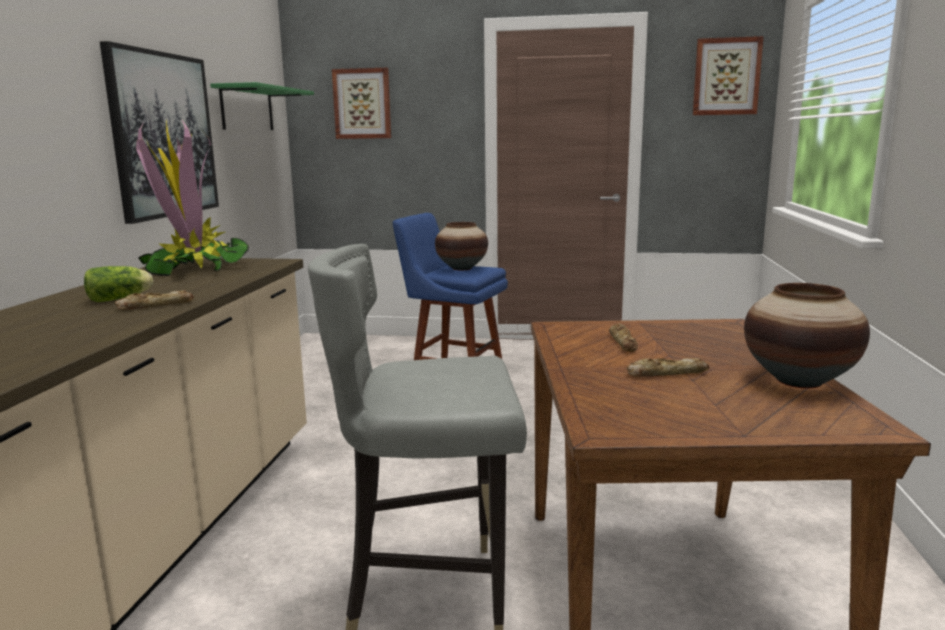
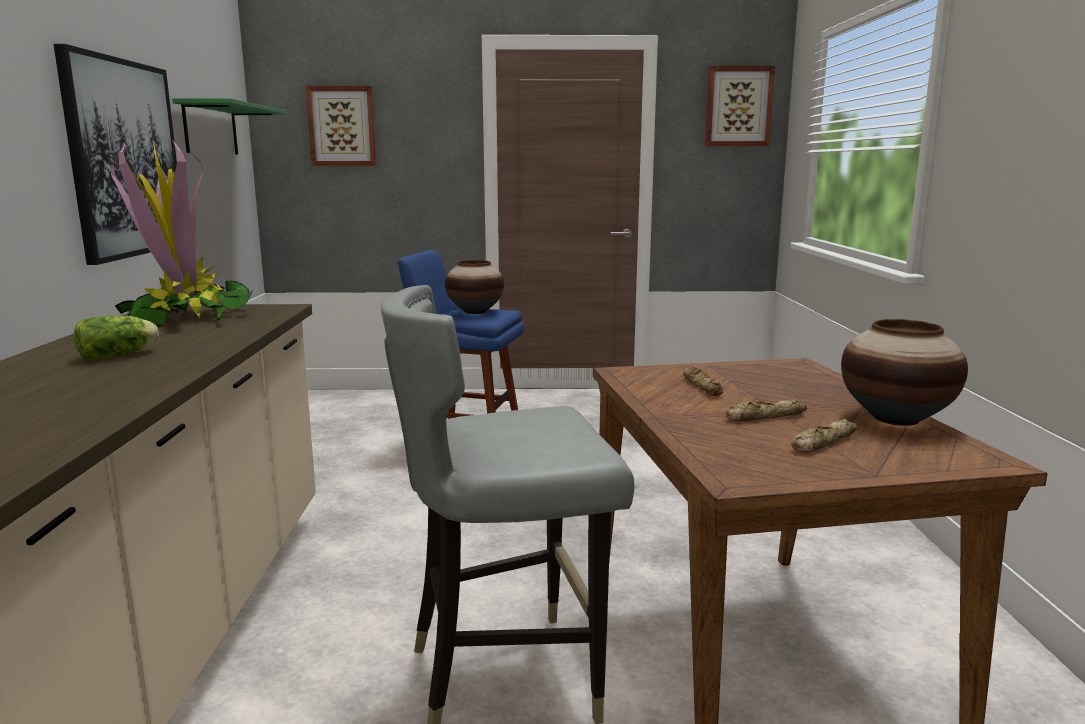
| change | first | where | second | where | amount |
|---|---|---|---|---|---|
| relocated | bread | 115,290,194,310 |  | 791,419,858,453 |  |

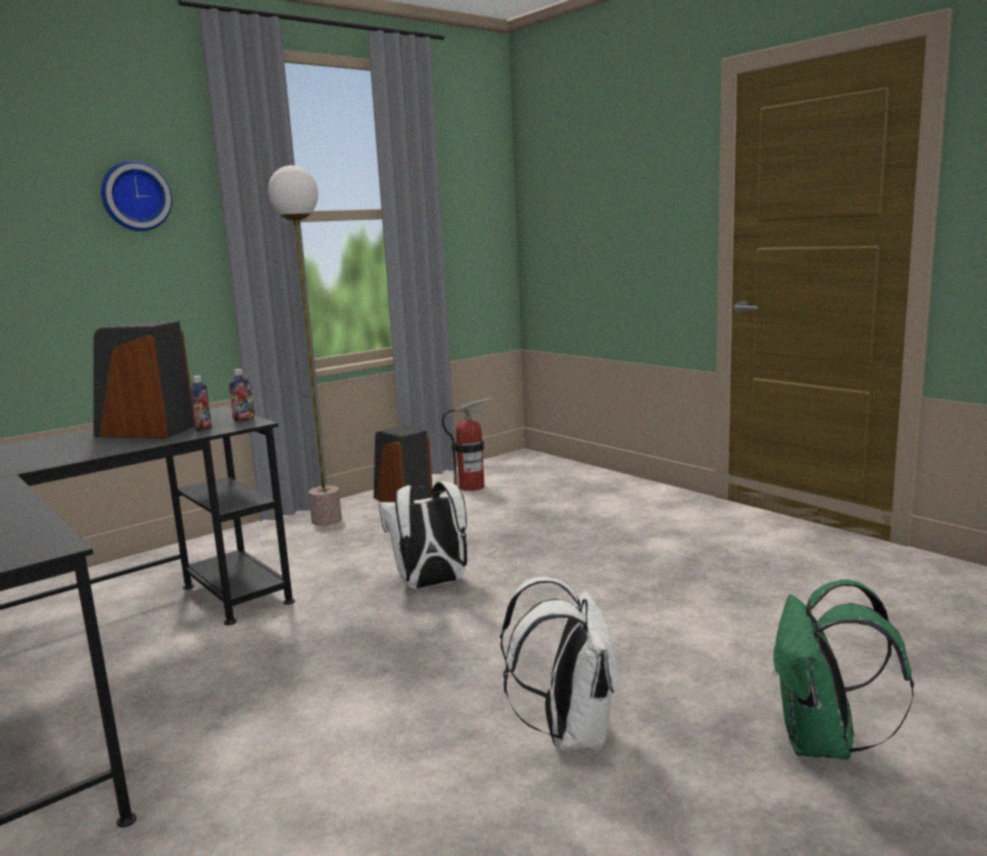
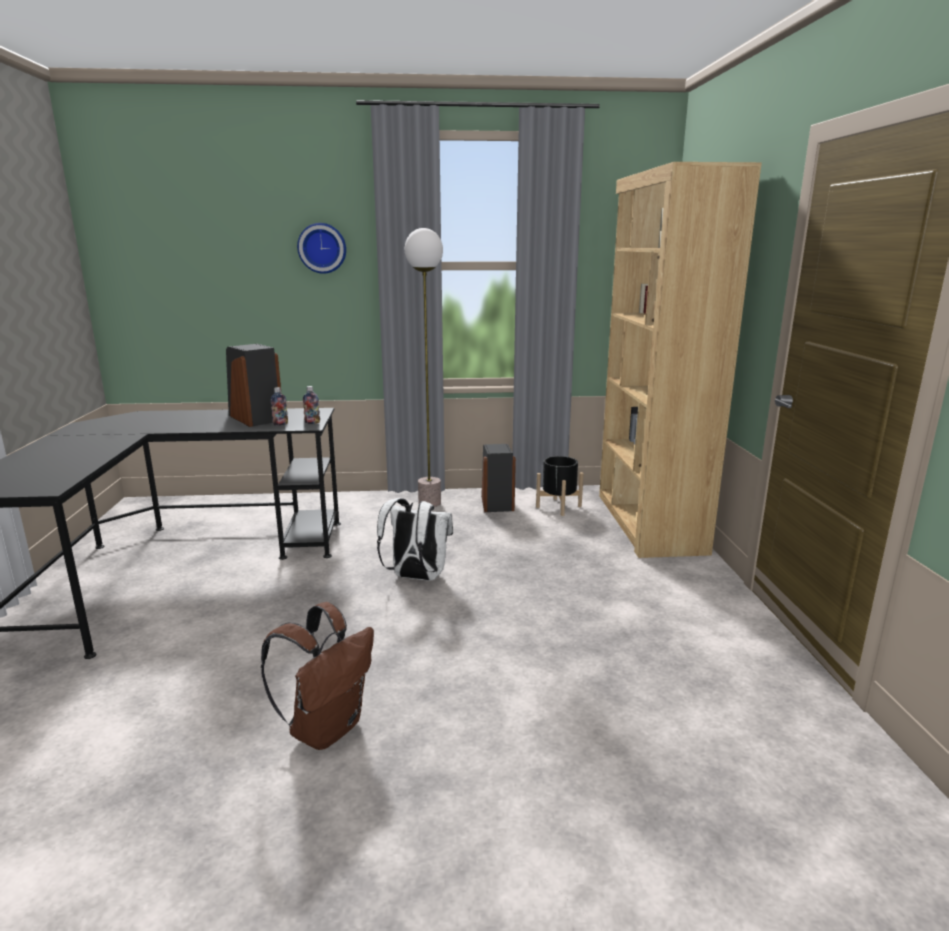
| change | first | where | second | where | amount |
|---|---|---|---|---|---|
| exchanged | fire extinguisher | 442,398,492,491 | black-coloured flower pot | 536,456,584,516 |  |
| colour | white backpack | 500,577,618,752 | brownish backpack | 261,602,374,750 |  |
| missing | green backpack | 773,580,914,760 |  |  |  |
| appeared |  |  | brownish bookcase | 599,162,762,558 |  |

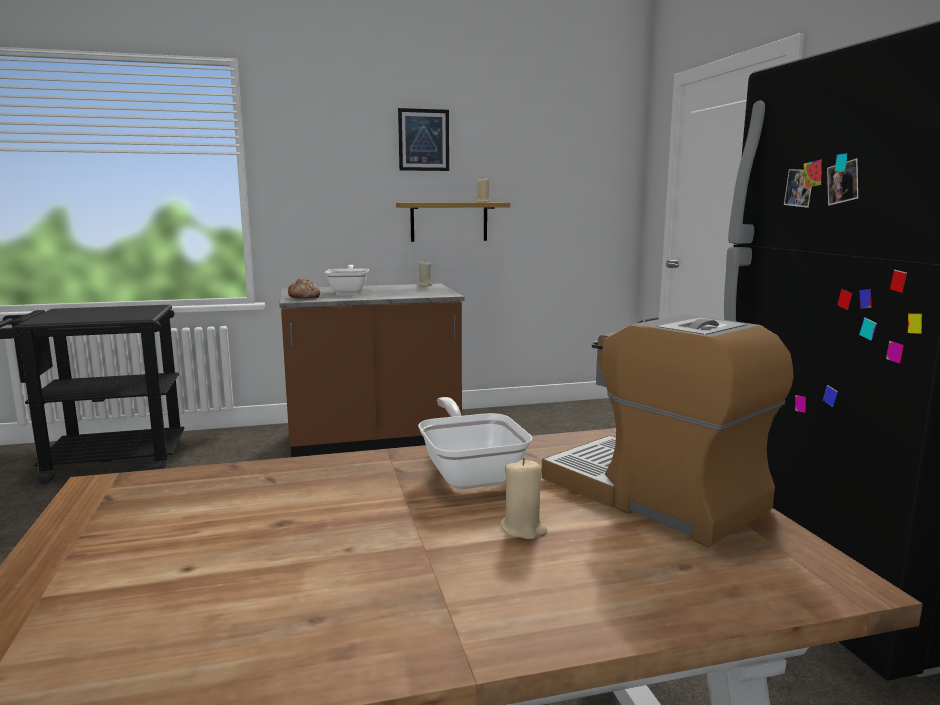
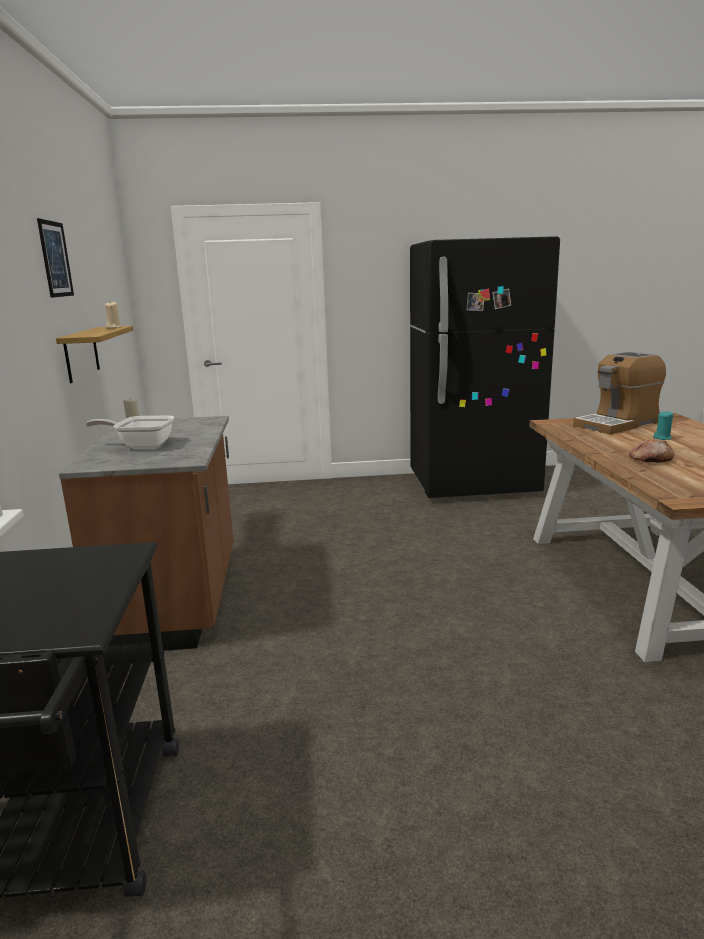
| change | first | where | second | where | amount |
|---|---|---|---|---|---|
| relocated | bread | 288,279,320,299 |  | 629,440,675,462 |  |
| missing | frying pan | 418,397,533,489 |  |  |  |
| colour | sand-coloured candle | 500,458,547,539 | turquoise candle | 653,411,673,440 |  |

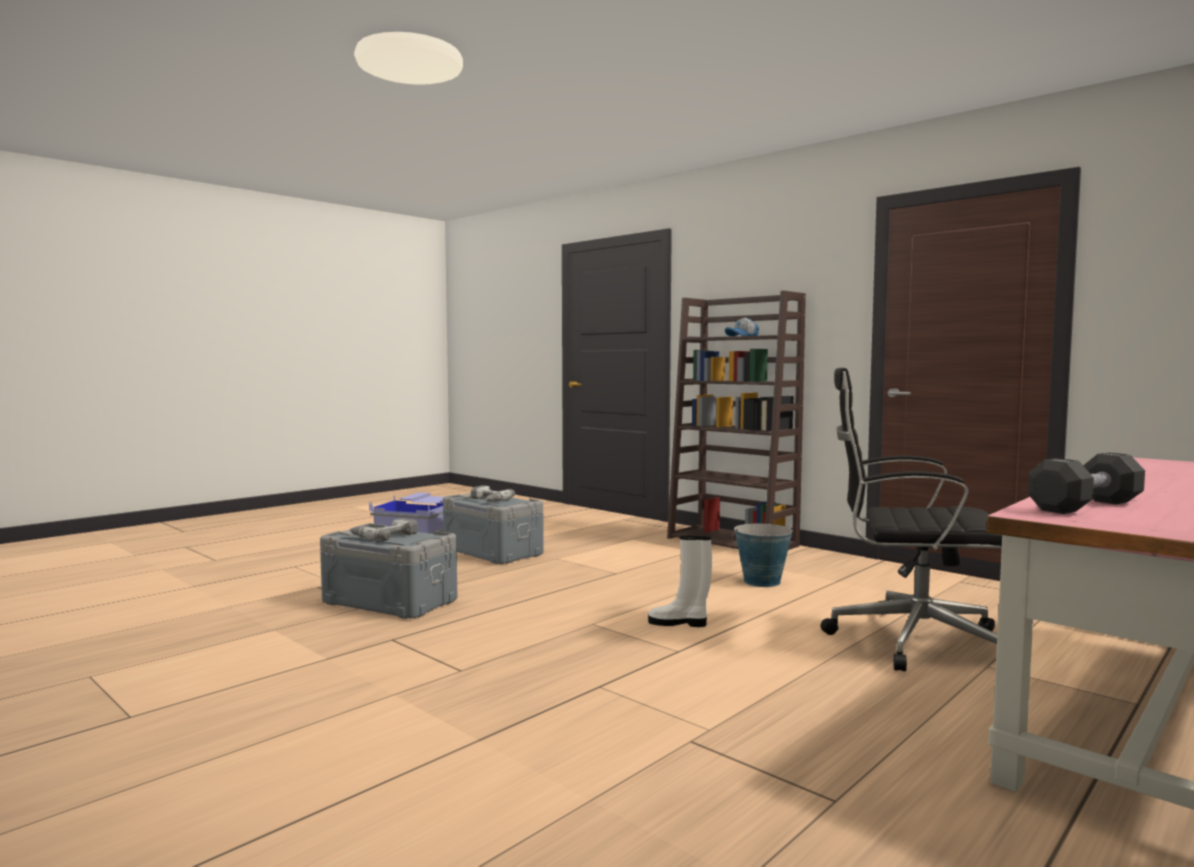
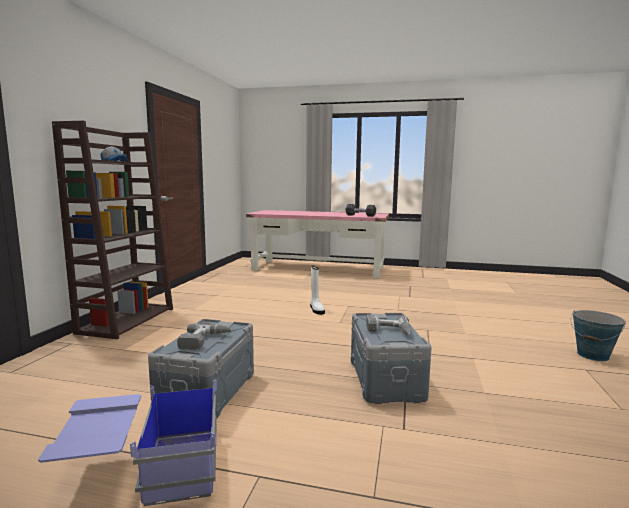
| change | first | where | second | where | amount |
|---|---|---|---|---|---|
| relocated | bucket | 732,524,793,587 |  | 571,310,626,361 |  |
| missing | black-coloured office chair | 820,368,1002,671 |  |  |  |

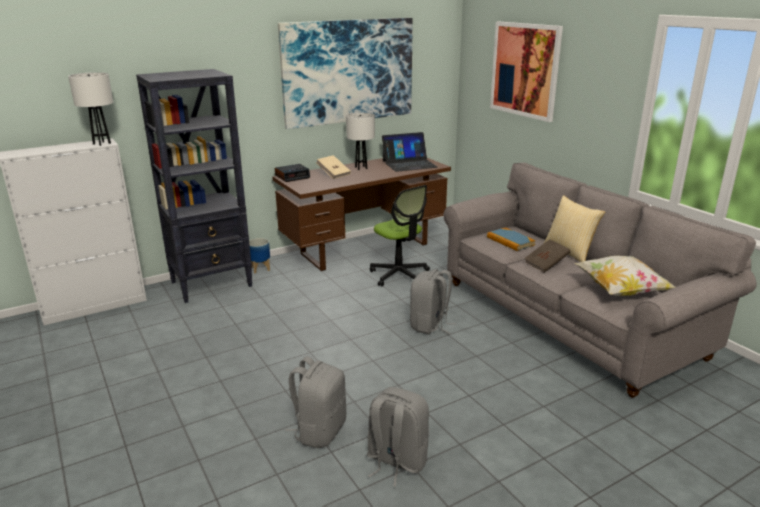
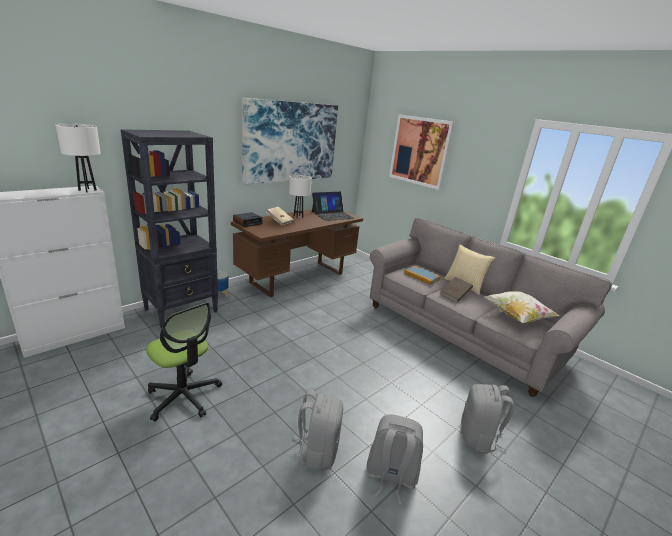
| change | first | where | second | where | amount |
|---|---|---|---|---|---|
| relocated | office chair | 370,185,430,286 |  | 146,302,222,421 |  |
| relocated | greyish backpack | 410,269,457,334 |  | 461,384,514,454 |  |

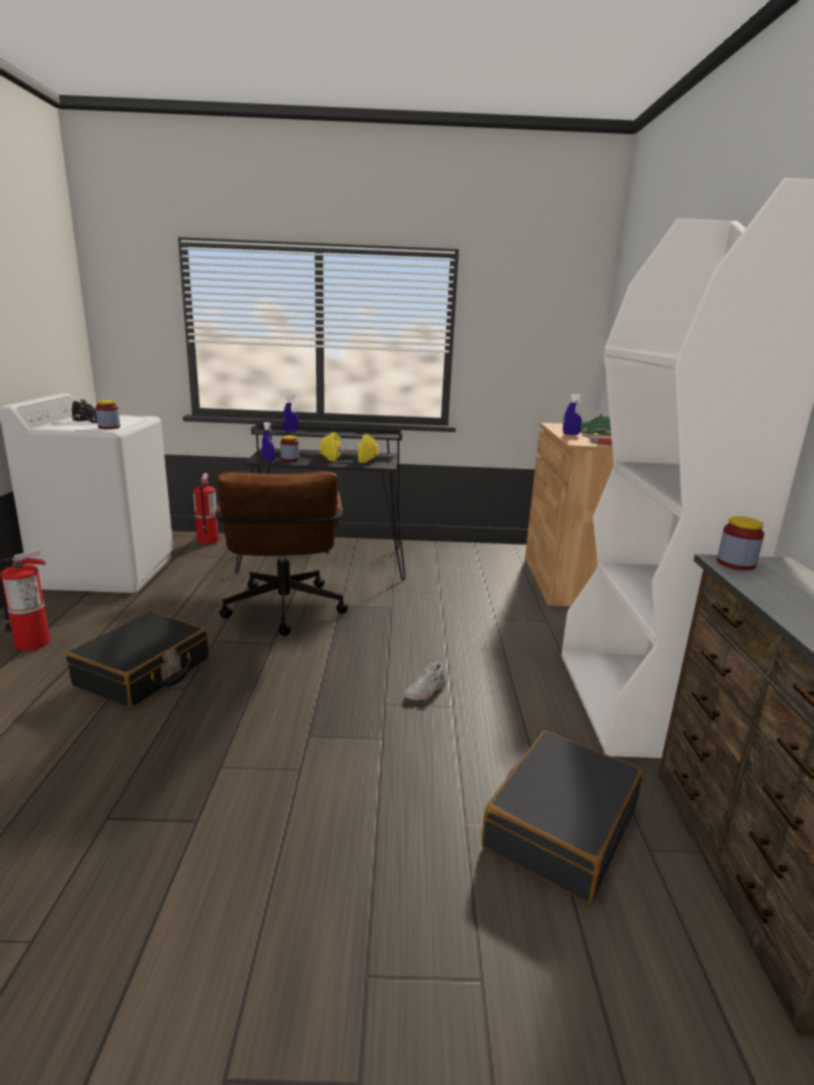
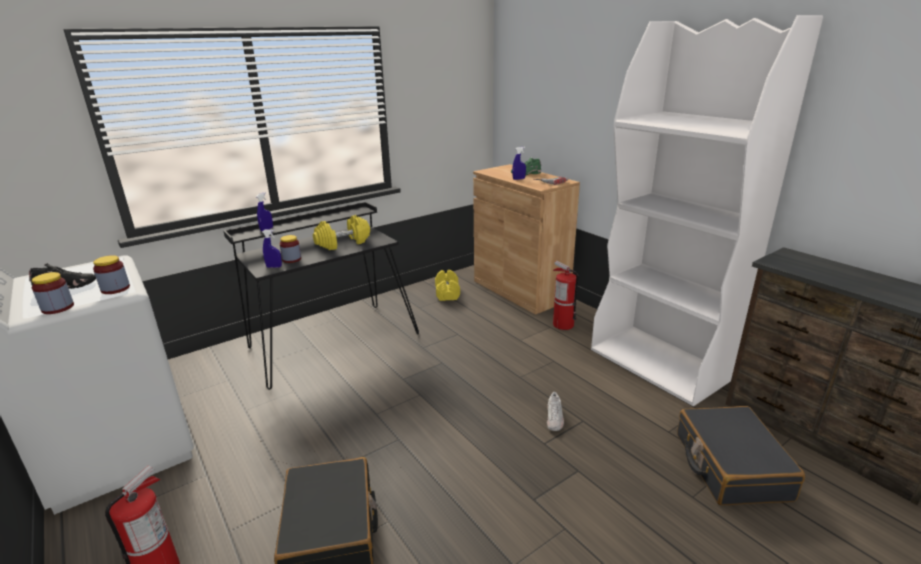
| change | first | where | second | where | amount |
|---|---|---|---|---|---|
| relocated | fire extinguisher | 193,473,219,544 |  | 553,261,578,330 |  |
| missing | brownish office chair | 215,471,348,636 |  |  |  |
| relocated | jar | 717,516,764,570 |  | 32,272,74,314 |  |
| appeared |  |  | yellowish hand weight | 435,270,460,301 |  |

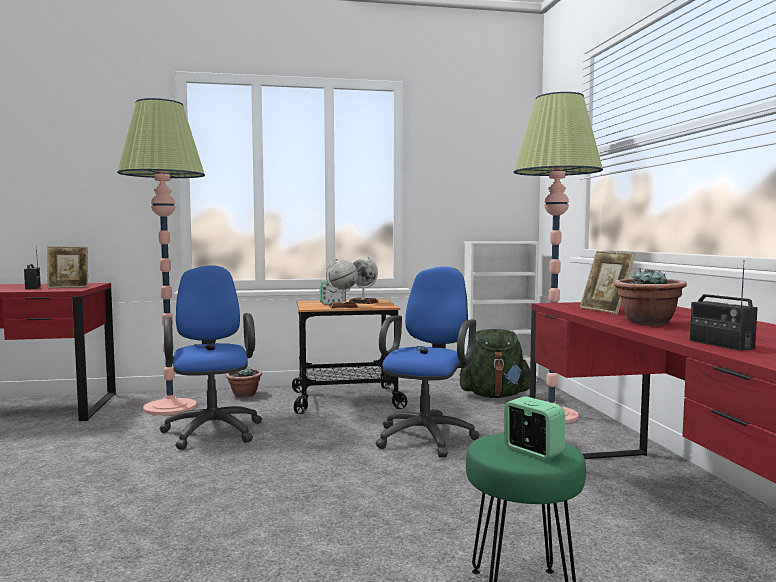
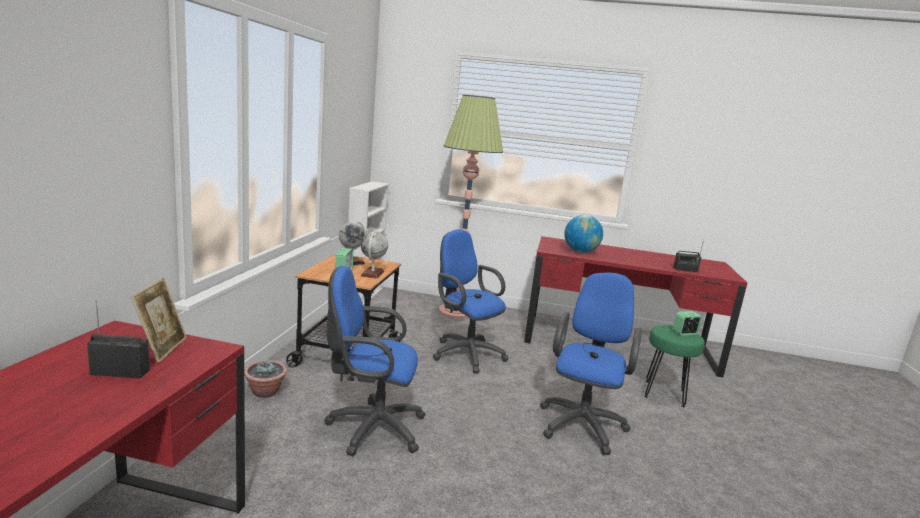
| change | first | where | second | where | amount |
|---|---|---|---|---|---|
| missing | floor lamp | 117,98,205,415 |  |  |  |
| missing | green backpack | 459,329,530,398 |  |  |  |
| exchanged | standing frame | 580,251,636,314 | desk globe | 564,215,603,253 |  |
| missing | potted plant | 614,268,687,326 |  |  |  |
| appeared |  |  | bluish office chair | 540,273,642,455 |  |

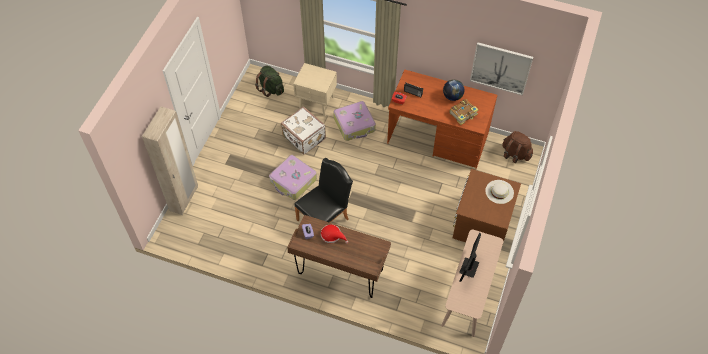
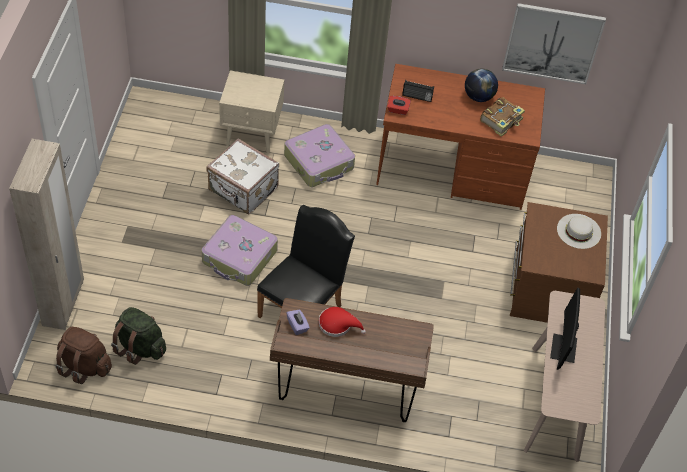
| change | first | where | second | where | amount |
|---|---|---|---|---|---|
| relocated | green backpack | 255,65,284,97 |  | 111,307,166,365 |  |
| relocated | brownish backpack | 502,131,533,164 |  | 55,327,112,384 |  |

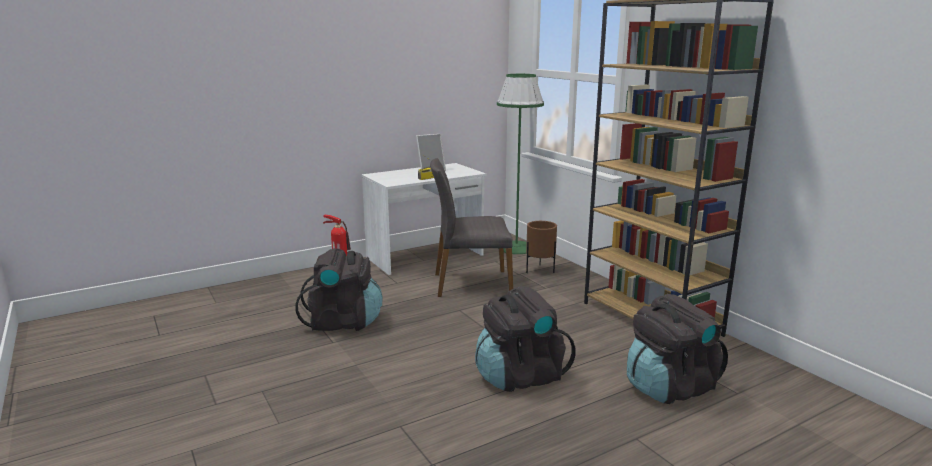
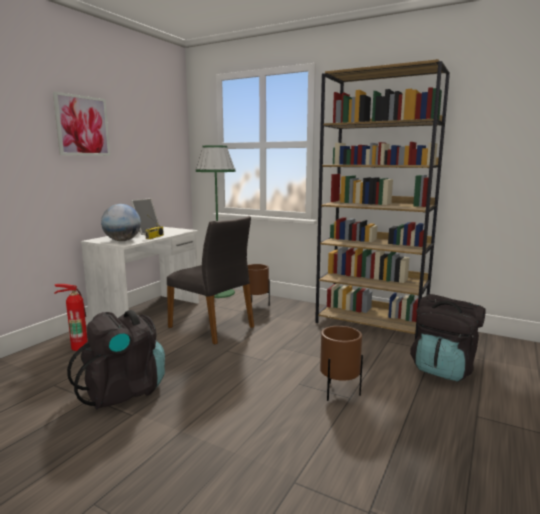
| change | first | where | second | where | amount |
|---|---|---|---|---|---|
| spun | greyish chair | 430,158,513,297 |  | 167,216,254,344 | 105 degrees counterclockwise |
| exchanged | black-coloured backpack | 475,286,576,392 | brownish flower pot | 320,326,363,401 |  |
| appeared |  |  | picture | 53,92,110,156 |  |
| appeared |  |  | desk globe | 101,204,141,241 |  |

